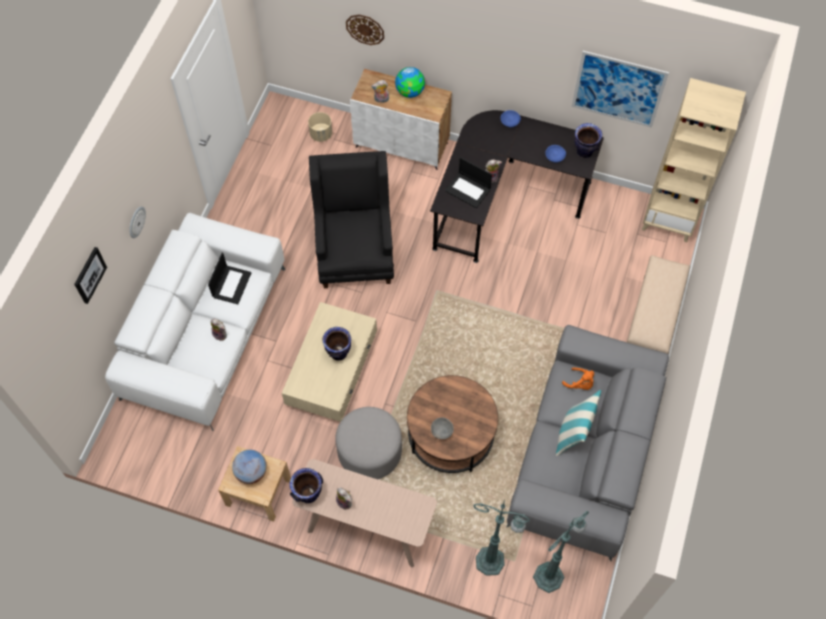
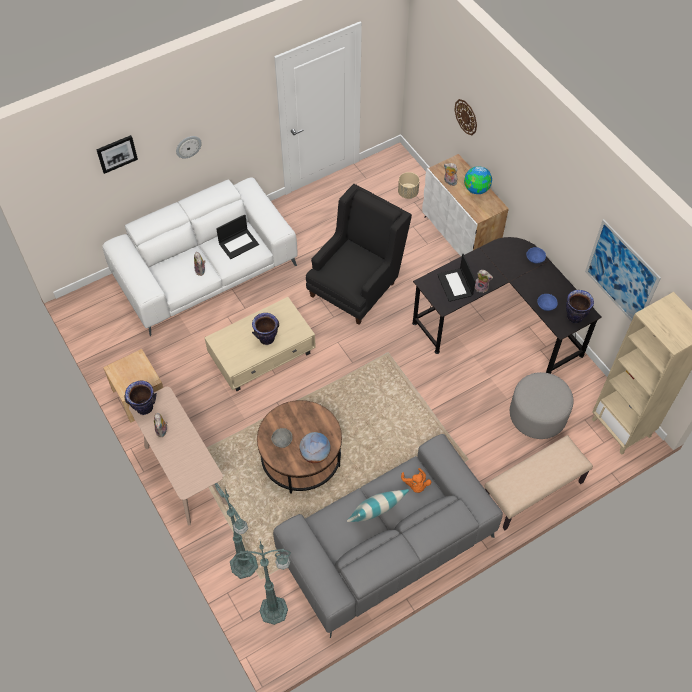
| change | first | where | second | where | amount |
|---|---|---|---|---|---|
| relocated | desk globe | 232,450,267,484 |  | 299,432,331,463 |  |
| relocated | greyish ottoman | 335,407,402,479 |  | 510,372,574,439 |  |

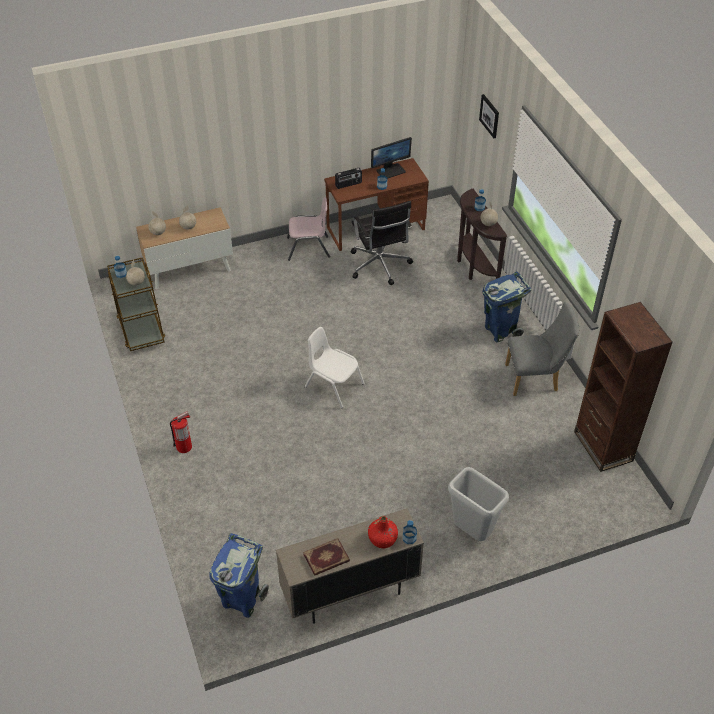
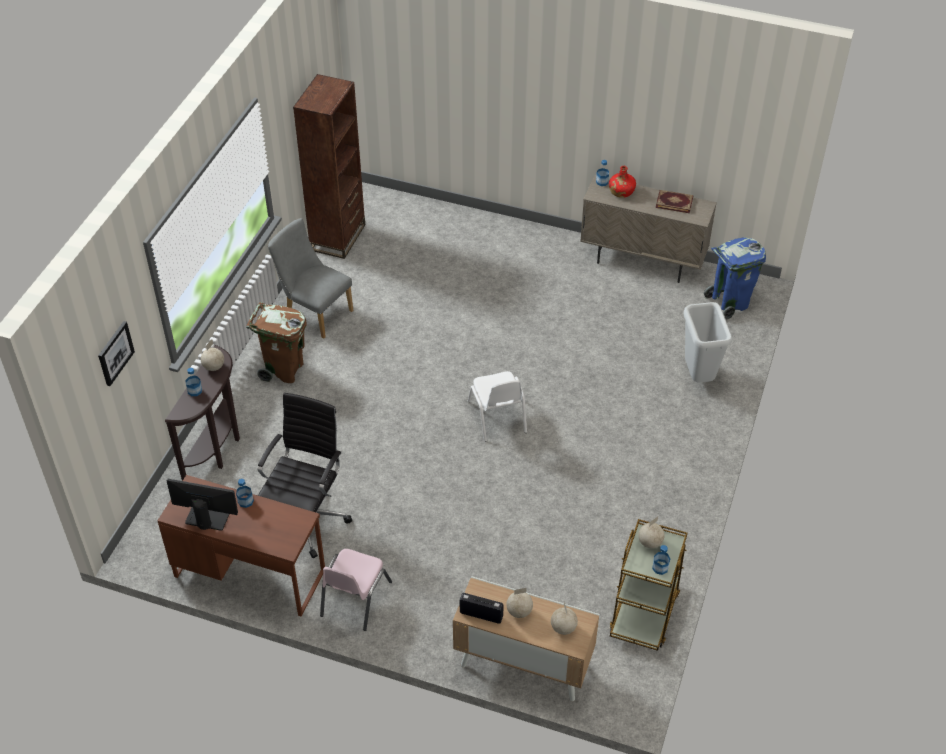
| change | first | where | second | where | amount |
|---|---|---|---|---|---|
| missing | fire extinguisher | 170,411,192,453 |  |  |  |
| spun | pink-coloured chair | 287,197,330,261 |  | 320,549,392,631 | 105 degrees counterclockwise |
| relocated | radio set | 335,168,362,189 |  | 460,593,504,624 |  |
| relocated | greyish waste bin | 448,467,509,541 |  | 683,302,733,382 |  |
| colour | bluish waste bin | 483,271,531,342 | brownish waste bin | 246,302,307,383 |  |

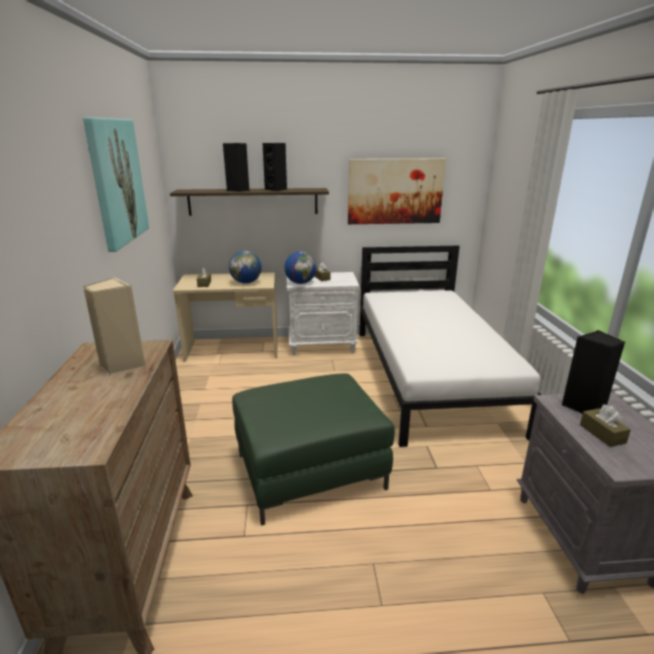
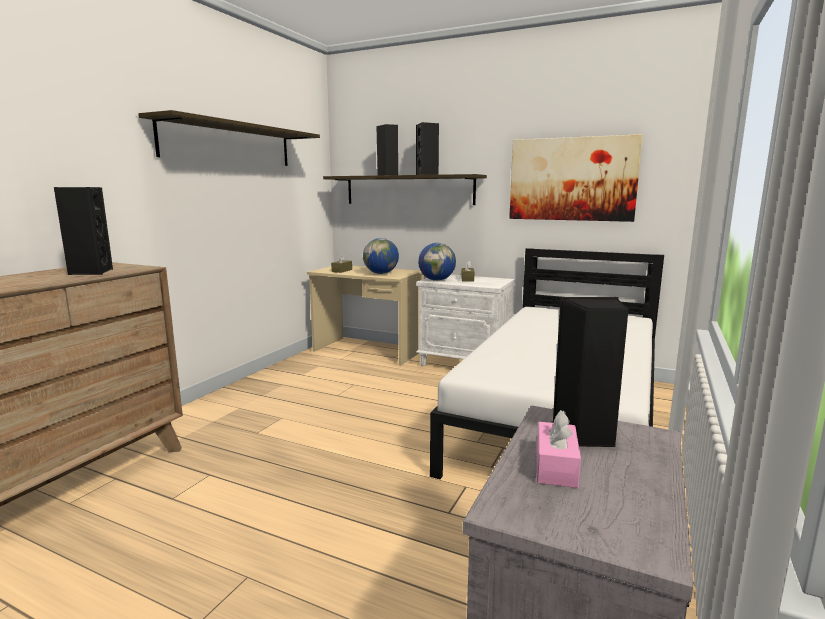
| change | first | where | second | where | amount |
|---|---|---|---|---|---|
| exchanged | picture | 83,117,149,252 | bracket shelf | 138,110,320,166 |  |
| colour | sand-coloured audio speaker | 83,277,145,375 | black-coloured audio speaker | 54,187,113,275 |  |
| missing | green ottoman | 232,373,395,526 |  |  |  |
| colour | brownish box of tissues | 580,404,631,447 | pink-coloured box of tissues | 537,410,581,488 |  |

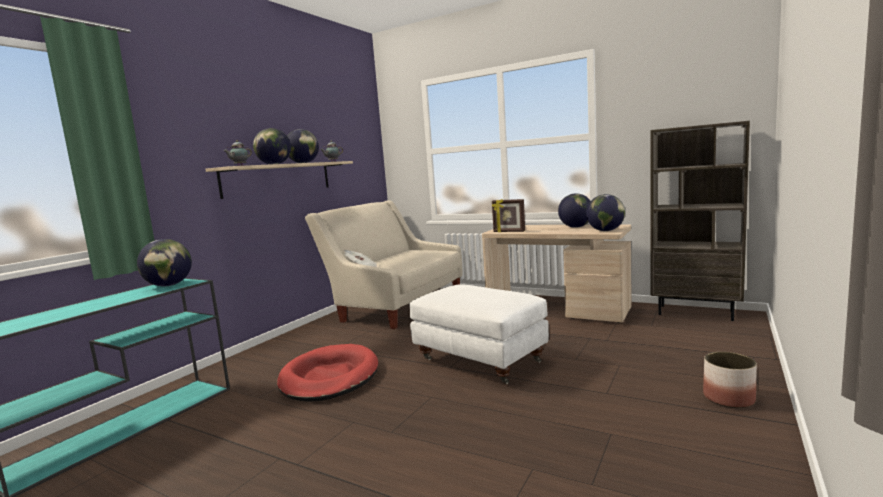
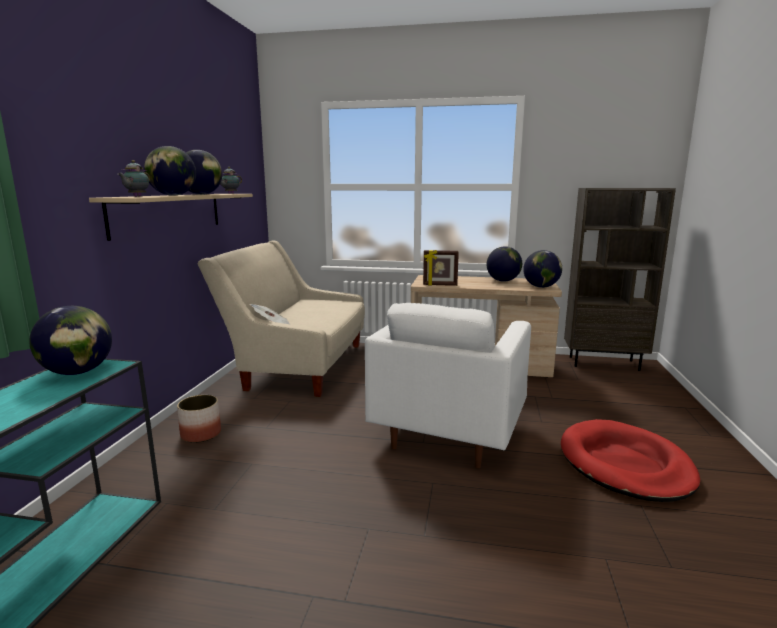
| change | first | where | second | where | amount |
|---|---|---|---|---|---|
| relocated | red dog bed | 277,344,378,402 |  | 561,419,700,502 |  |
| exchanged | white ottoman | 410,284,549,384 | white lounge chair | 365,303,531,468 |  |
| relocated | flower pot | 703,352,757,408 |  | 177,395,221,443 |  |

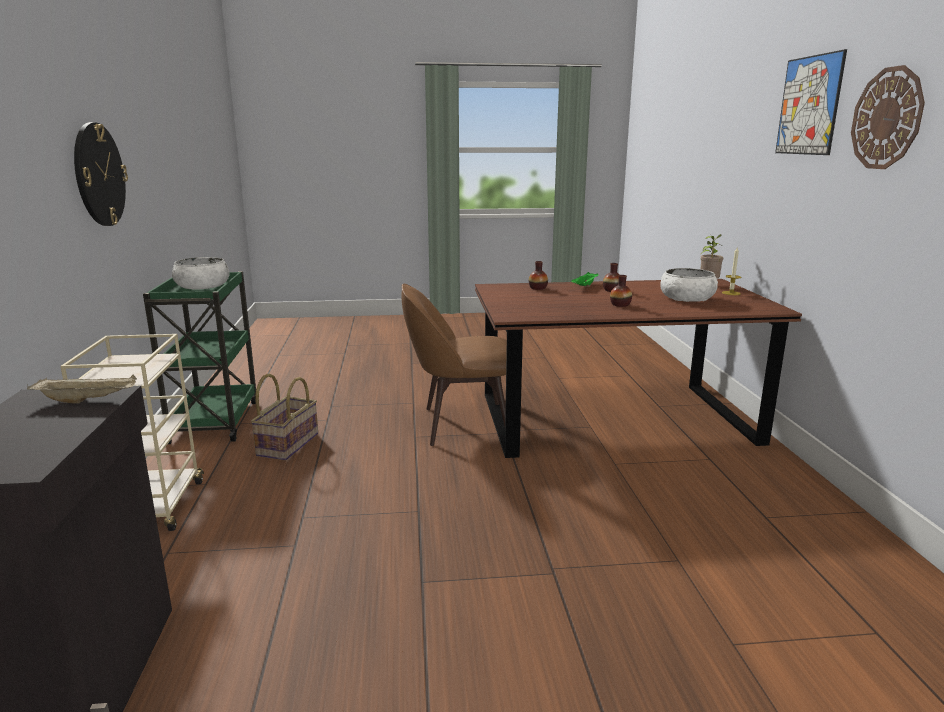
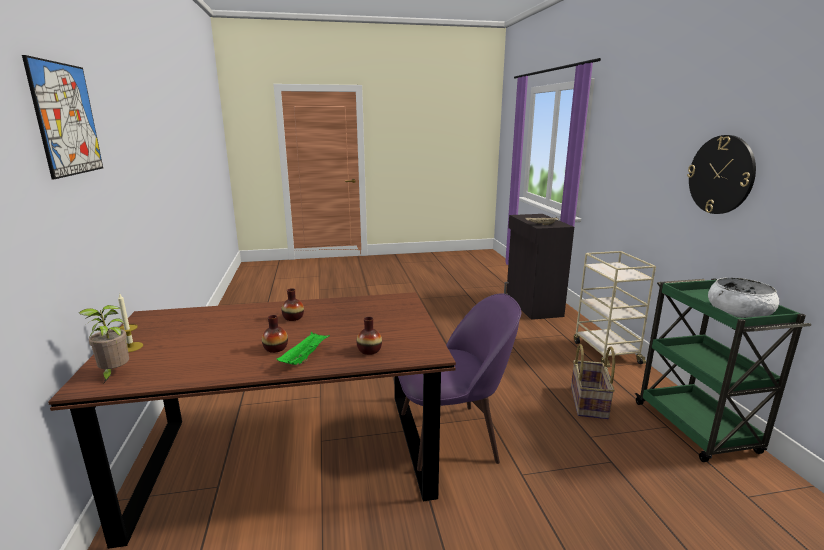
| change | first | where | second | where | amount |
|---|---|---|---|---|---|
| colour | brownish chair | 402,284,507,446 | purple-coloured chair | 398,293,521,471 |  |
| missing | white serving bowl | 660,268,718,302 |  |  |  |
| missing | clock on the wall | 851,65,925,169 |  |  |  |

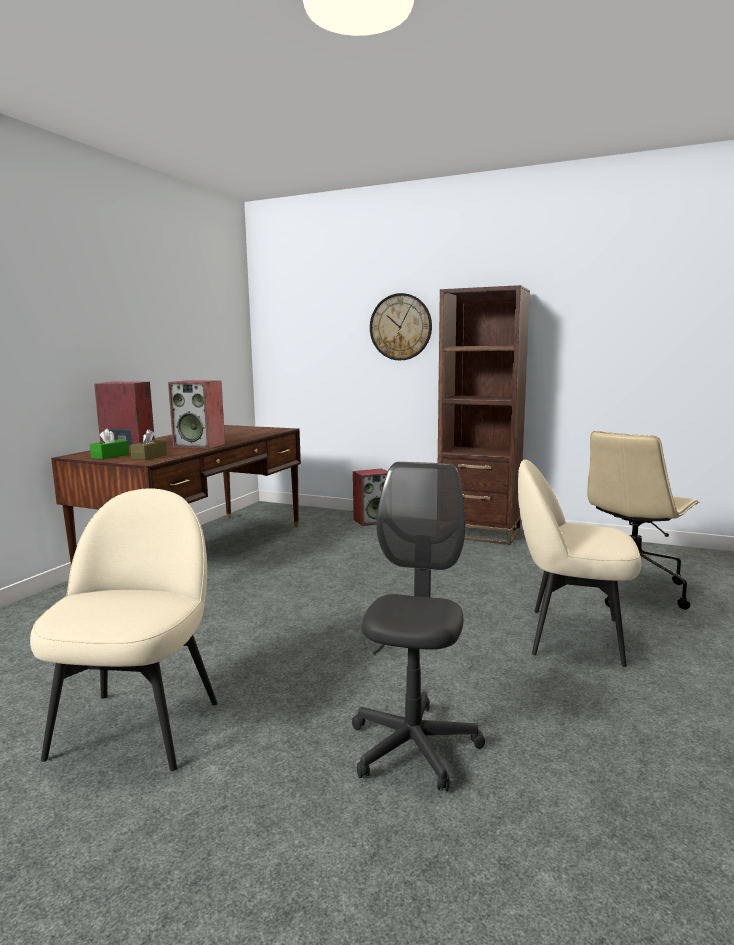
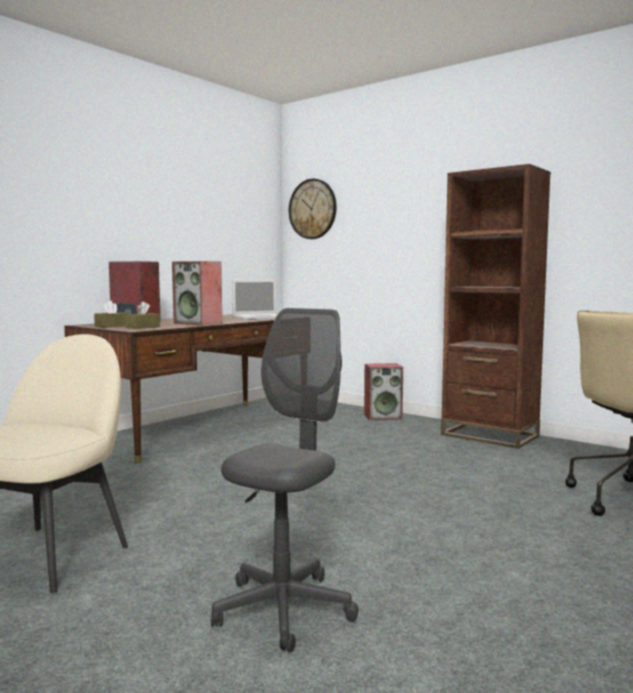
| change | first | where | second | where | amount |
|---|---|---|---|---|---|
| colour | green box of tissues | 90,429,129,459 | brownish box of tissues | 94,301,129,327 |  |
| relocated | clock on the wall | 370,293,432,360 |  | 289,179,337,239 |  |
| missing | sand-coloured chair | 518,459,642,667 |  |  |  |
| appeared |  |  | laptop | 232,279,278,320 |  |

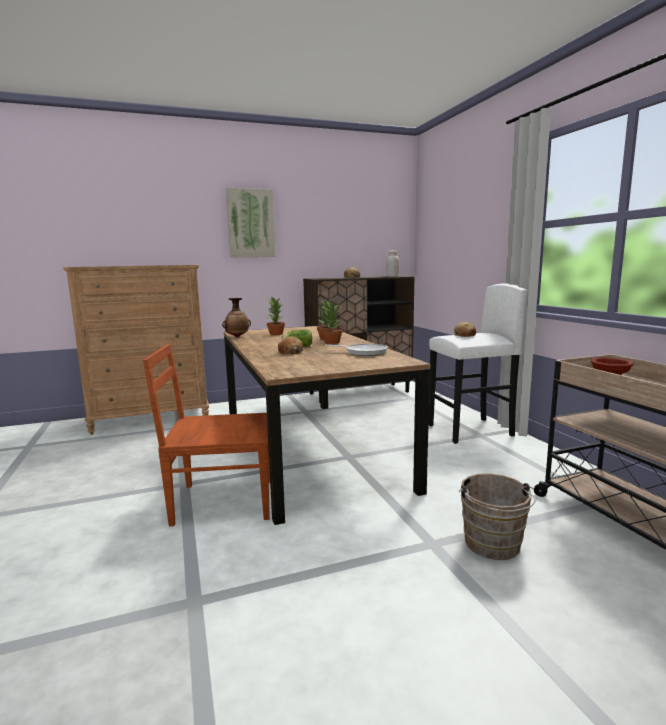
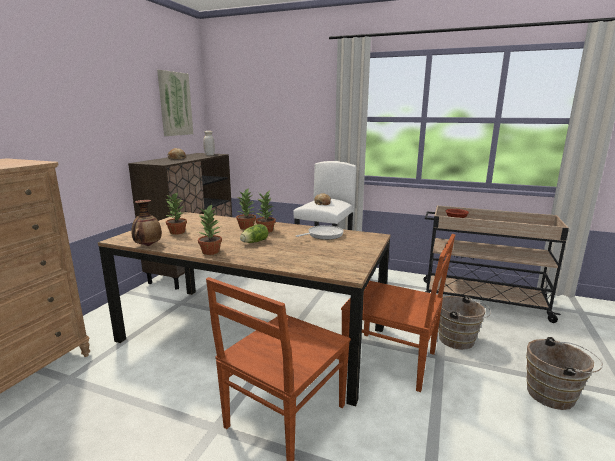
| change | first | where | second | where | amount |
|---|---|---|---|---|---|
| relocated | picture | 226,188,276,257 |  | 157,70,193,136 |  |
| missing | bread | 278,336,303,355 |  |  |  |
| appeared |  |  | potted plant | 198,204,222,255 |  |
| appeared |  |  | brownish chair | 341,234,455,392 |  |
| appeared |  |  | brownish bucket | 526,337,603,410 |  |

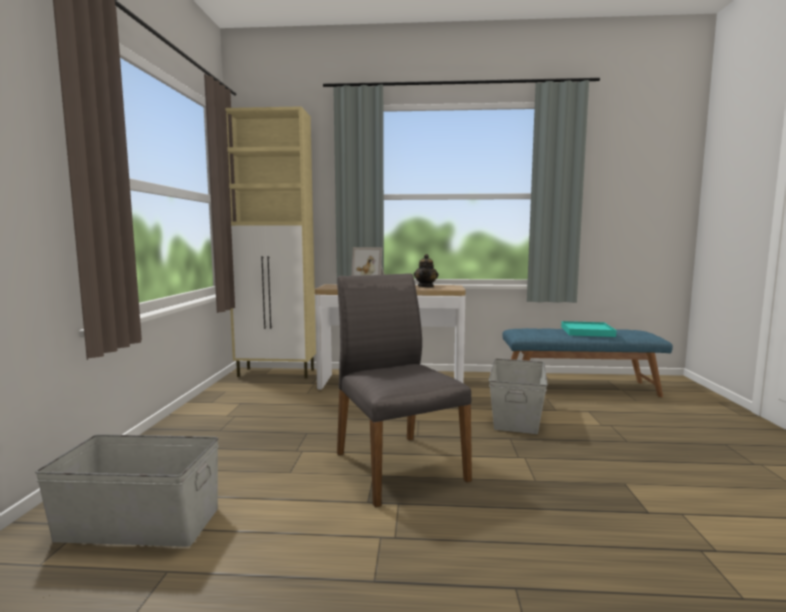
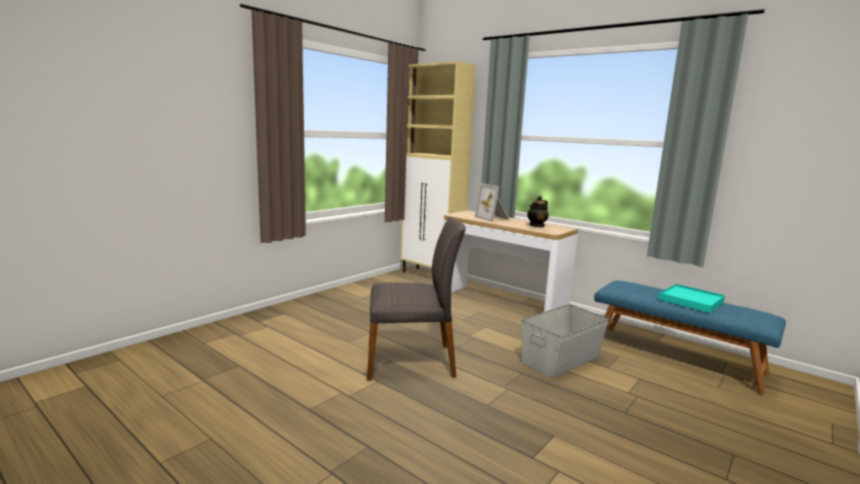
| change | first | where | second | where | amount |
|---|---|---|---|---|---|
| missing | greyish storage container | 35,434,219,547 |  |  |  |
| spun | greyish chair | 337,273,472,508 |  | 367,217,466,380 | 75 degrees clockwise |

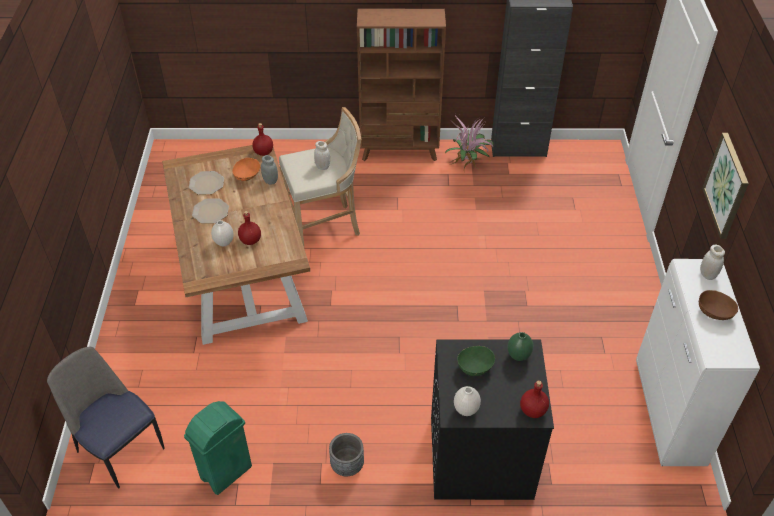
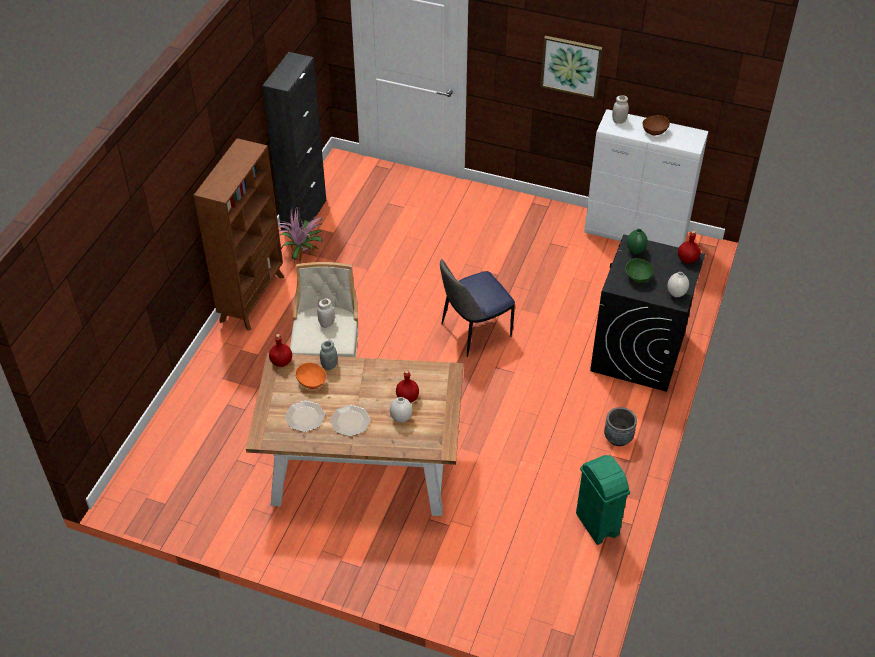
| change | first | where | second | where | amount |
|---|---|---|---|---|---|
| relocated | chair | 47,347,165,489 |  | 440,259,515,357 |  |

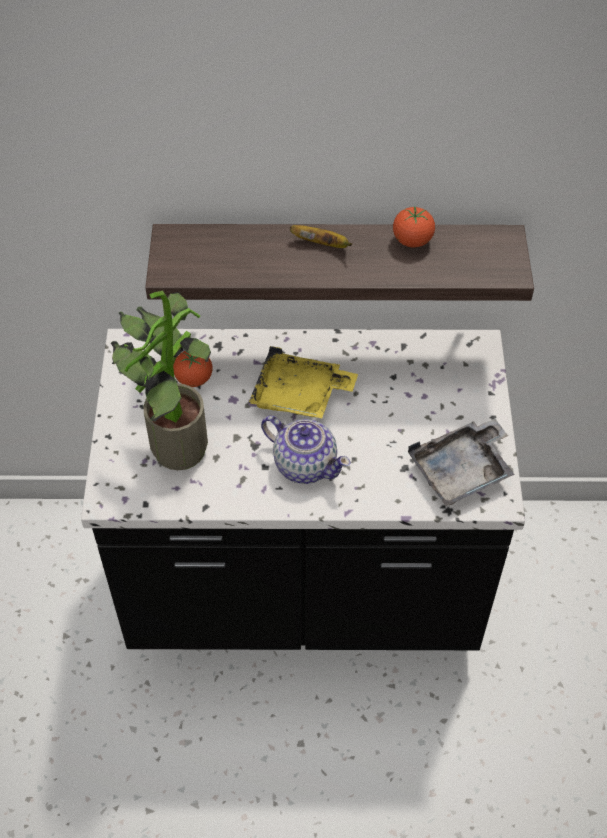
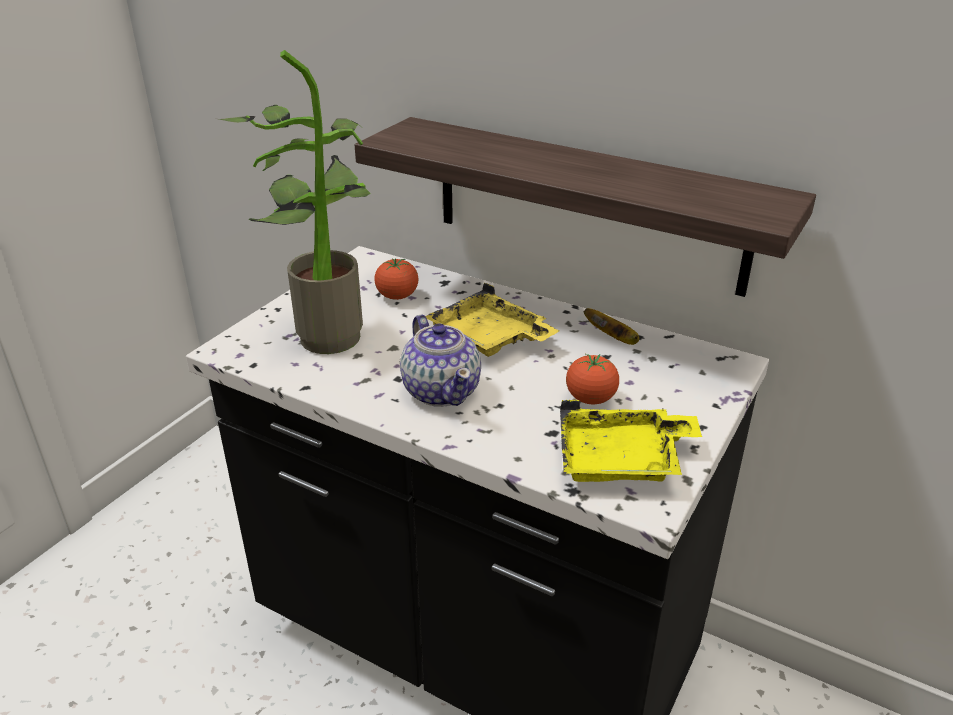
| change | first | where | second | where | amount |
|---|---|---|---|---|---|
| relocated | banana | 290,225,352,248 |  | 584,308,639,345 |  |
| relocated | tomato | 393,206,435,248 |  | 566,354,619,404 |  |
| colour | greyish carrying tray | 408,419,515,506 | yellowish carrying tray | 560,400,702,482 |  |

